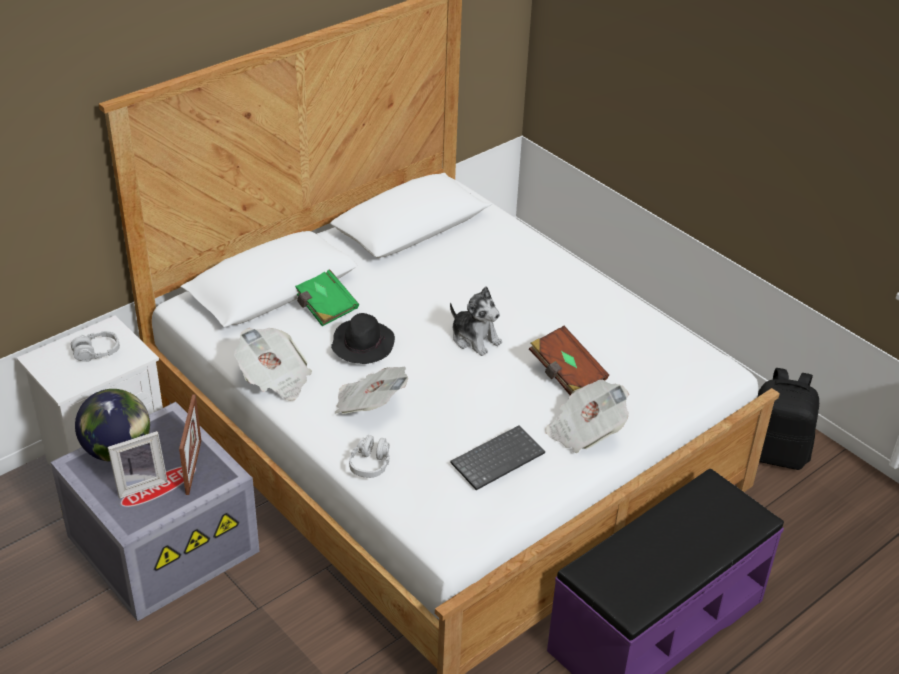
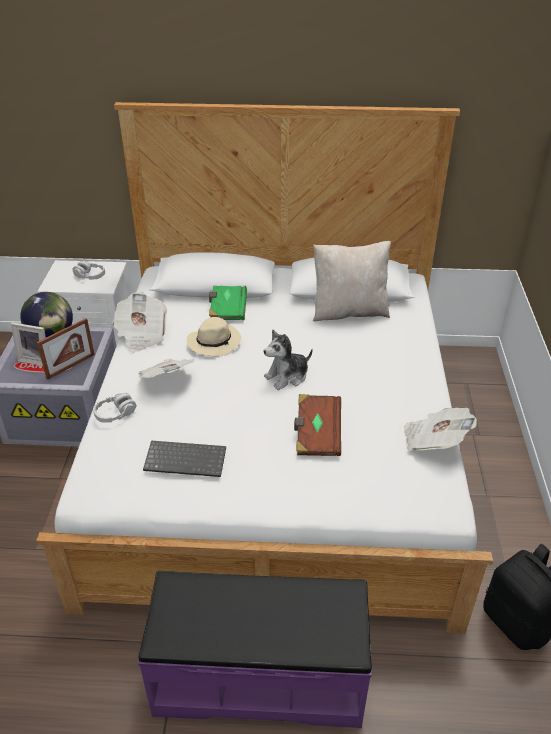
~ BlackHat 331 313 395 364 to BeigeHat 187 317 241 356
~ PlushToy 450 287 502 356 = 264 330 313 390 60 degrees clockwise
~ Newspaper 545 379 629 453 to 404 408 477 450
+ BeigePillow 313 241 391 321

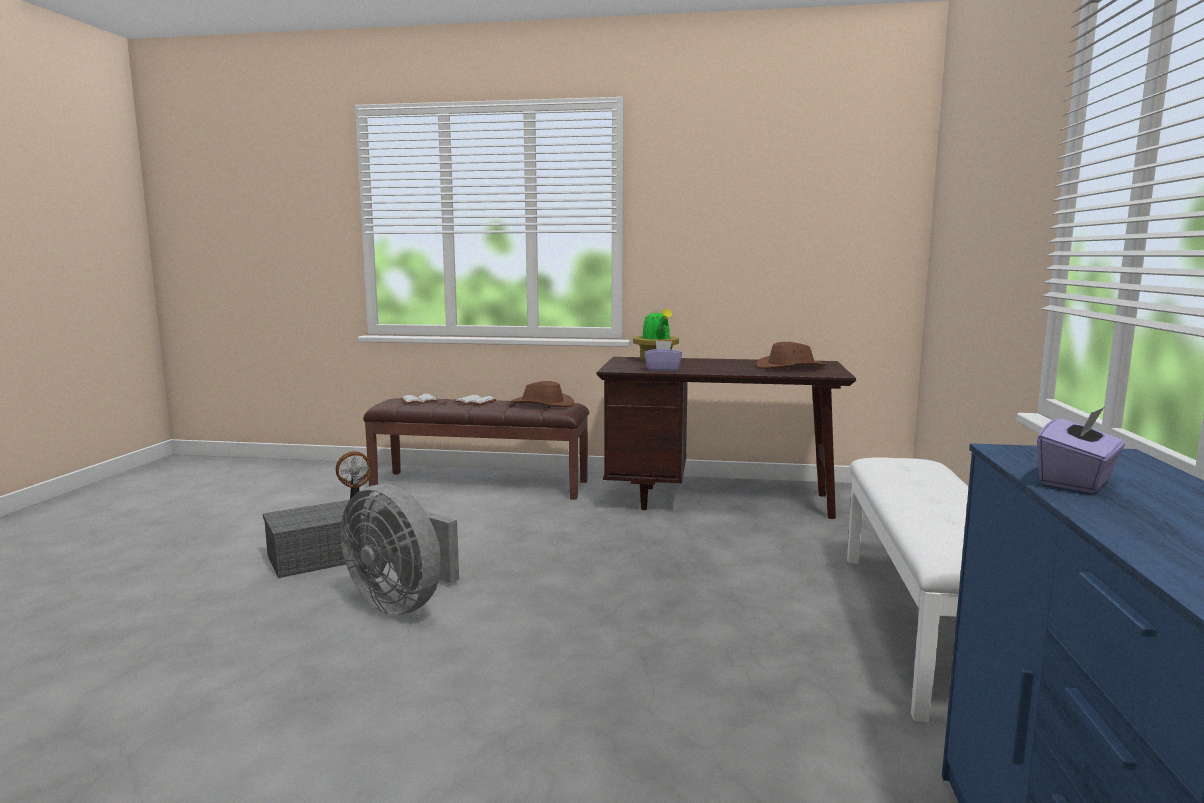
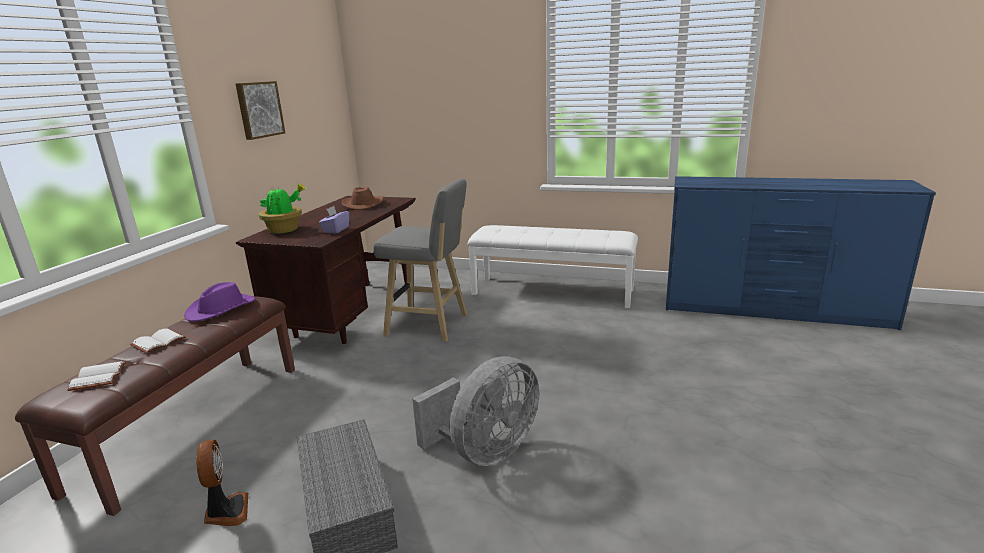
~ BrownHat 510 381 574 407 to PurpleHat 184 282 255 322
- PurpleTissueBox 1037 407 1125 493
+ Picture 236 81 285 140
+ GreyStool 373 179 467 342

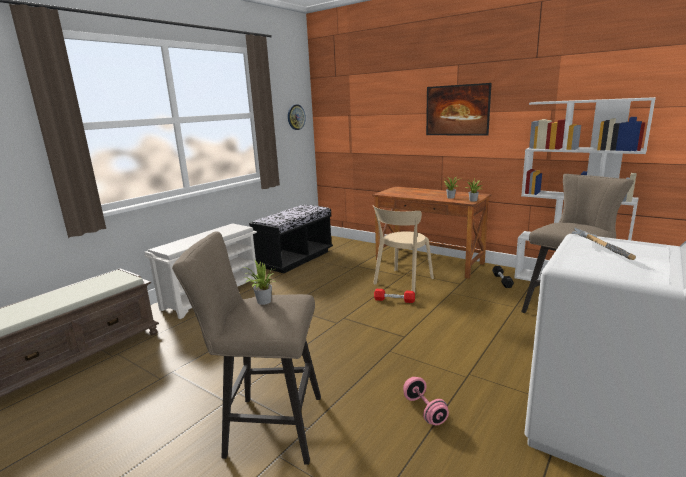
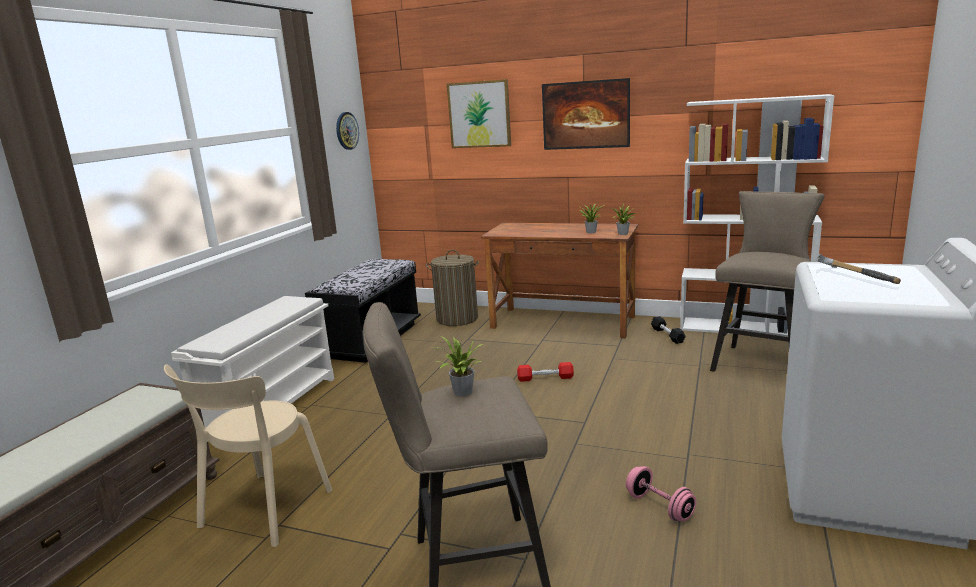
~ BeigeChair 373 206 434 293 to 164 365 332 547
+ LaundryBasket 426 250 479 326
+ Picture 447 79 511 148

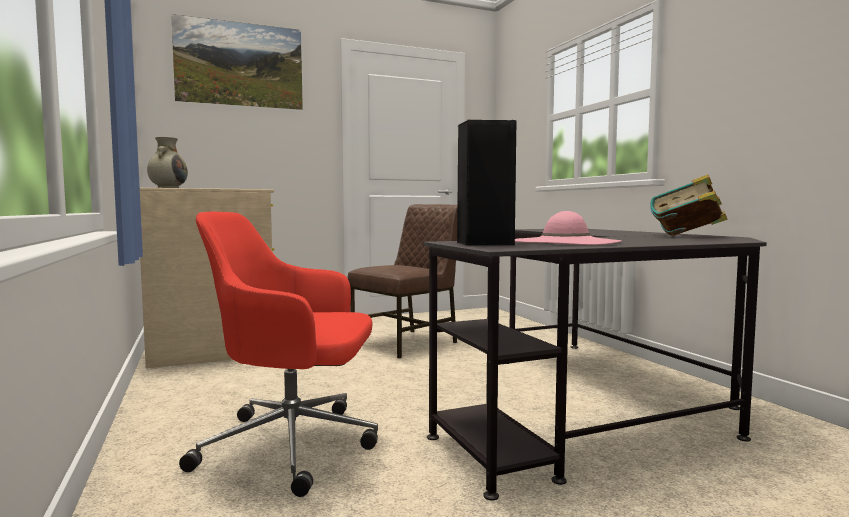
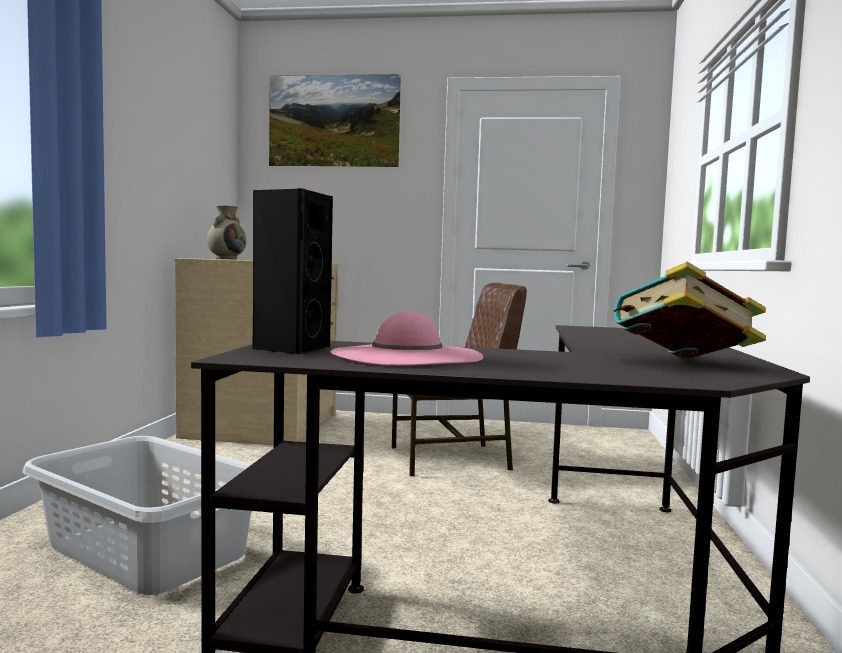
~ RedOfficeChair 179 212 378 497 to GreyLaundryBasket 22 436 251 595

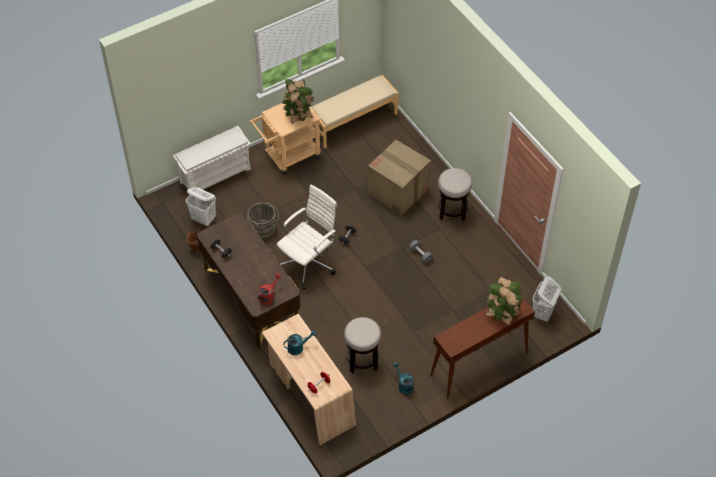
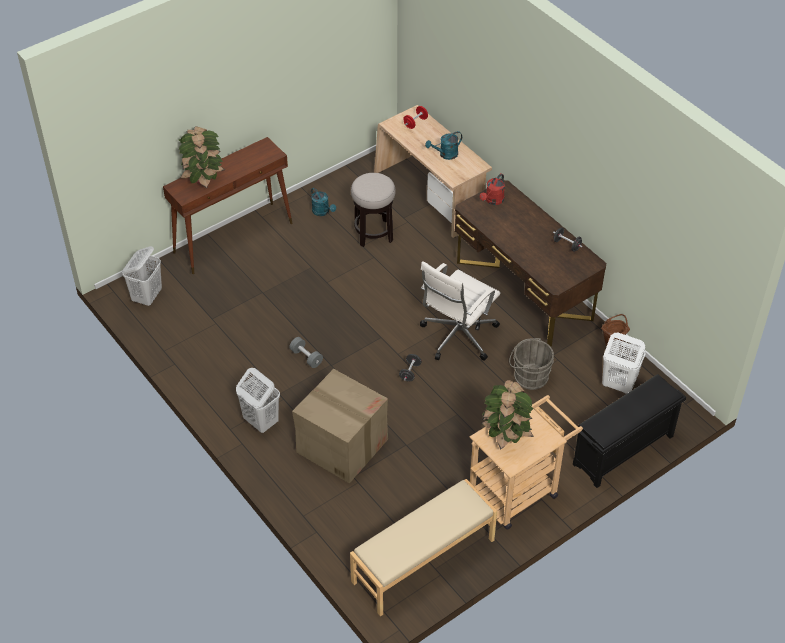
~ WhiteShoeRack 173 126 251 195 to BlackShoeRack 573 374 686 488
~ Stool 438 168 472 222 to WhiteLaundryBasket 236 368 280 433

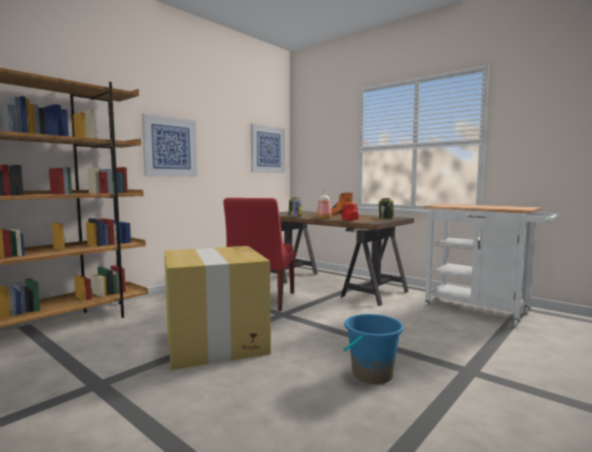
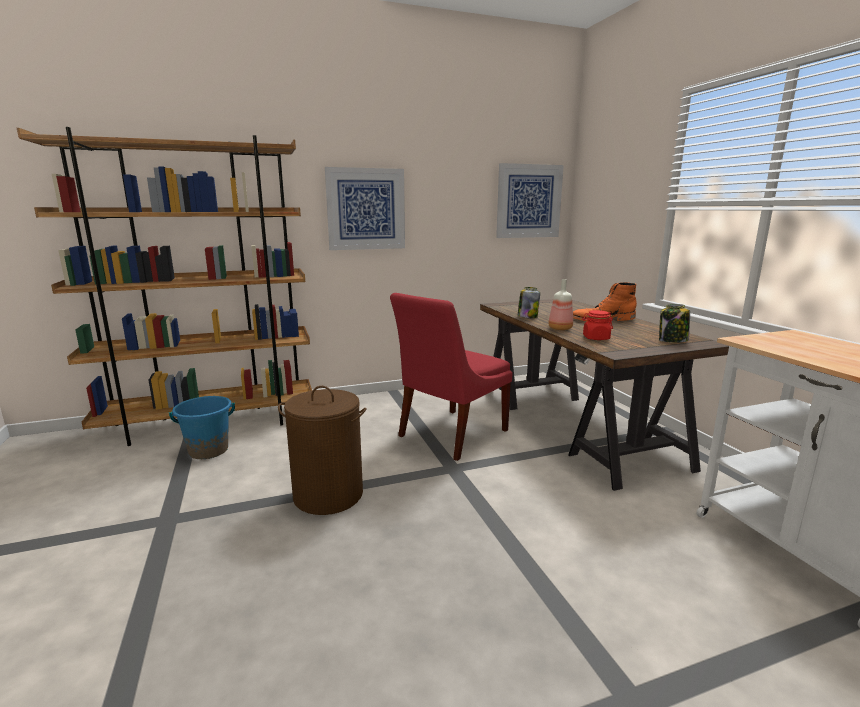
~ CardboardBox 164 246 271 370 to BrownLaundryBasket 278 386 367 515
~ BlueBucket 343 314 404 384 to 169 396 235 459

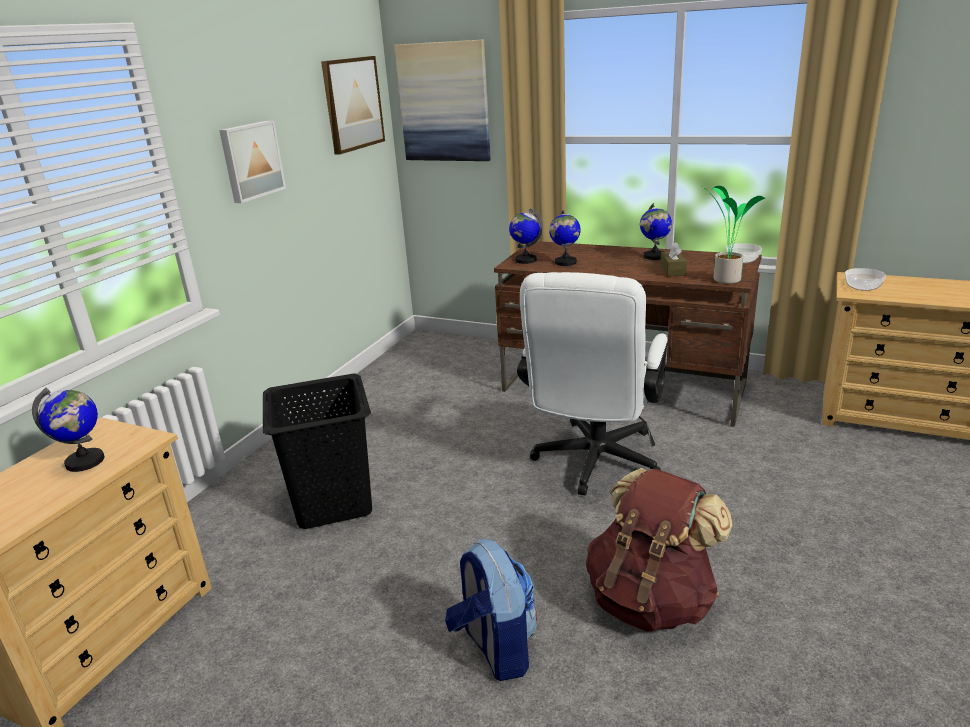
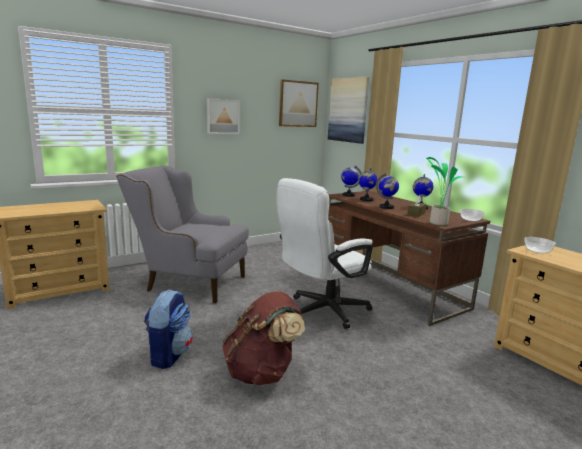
~ Globe 32 388 104 472 to 376 173 399 209
~ BlackLaundryBasket 263 373 372 529 to GreyArmchair 116 165 249 303

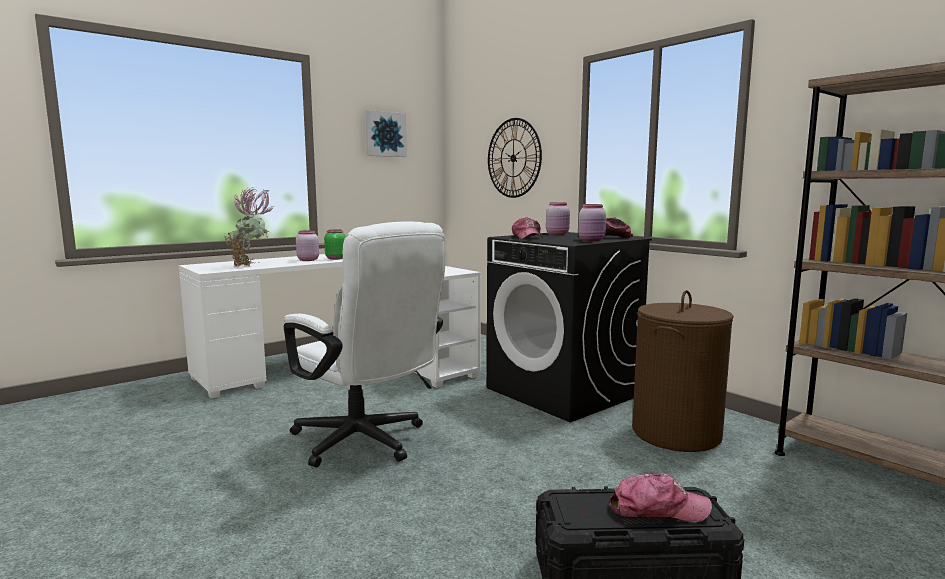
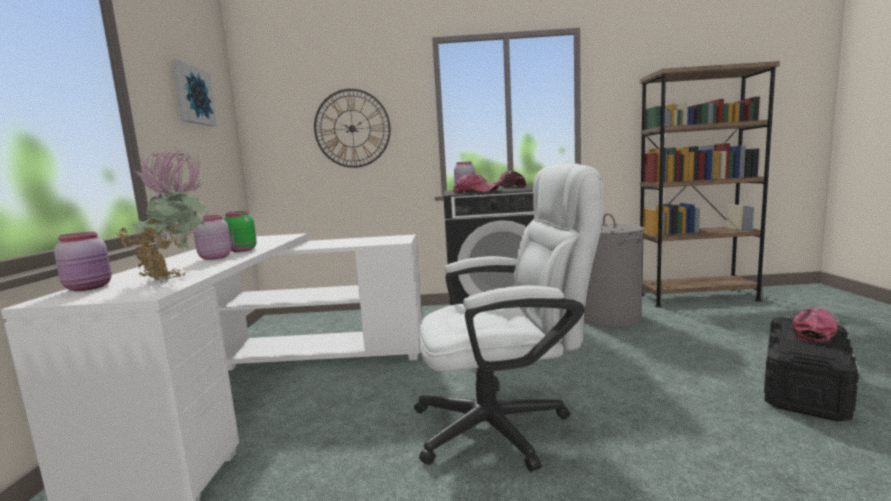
~ PinkJar 578 204 606 241 to 54 232 112 291
~ BrownLaundryBasket 632 290 734 452 to GreyLaundryBasket 584 213 644 327

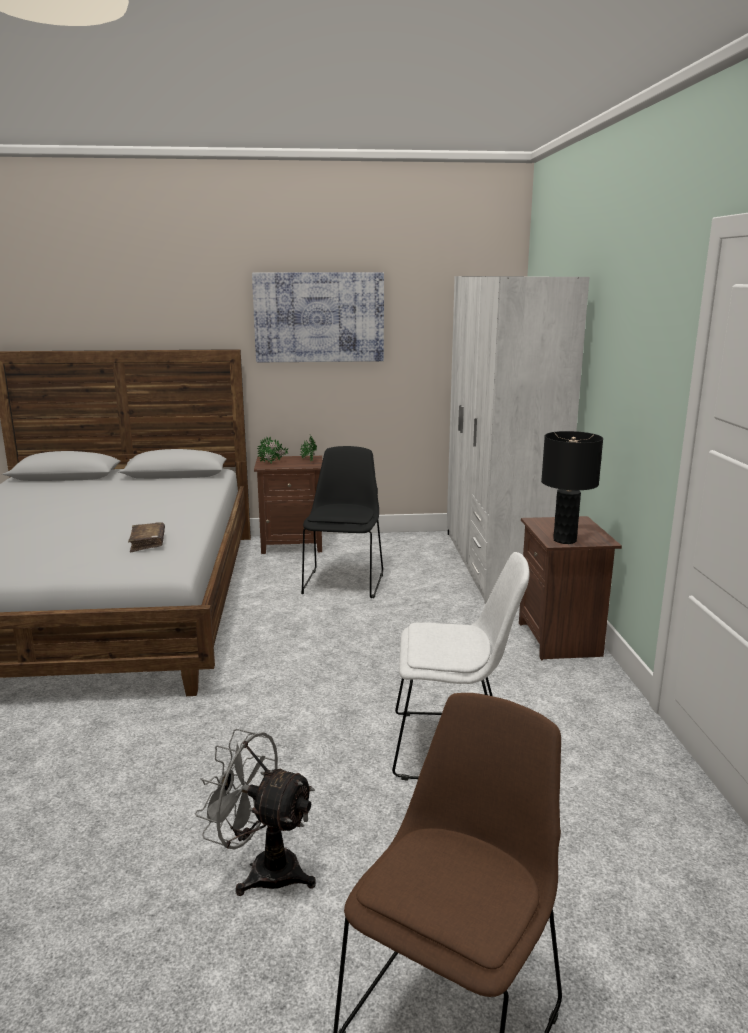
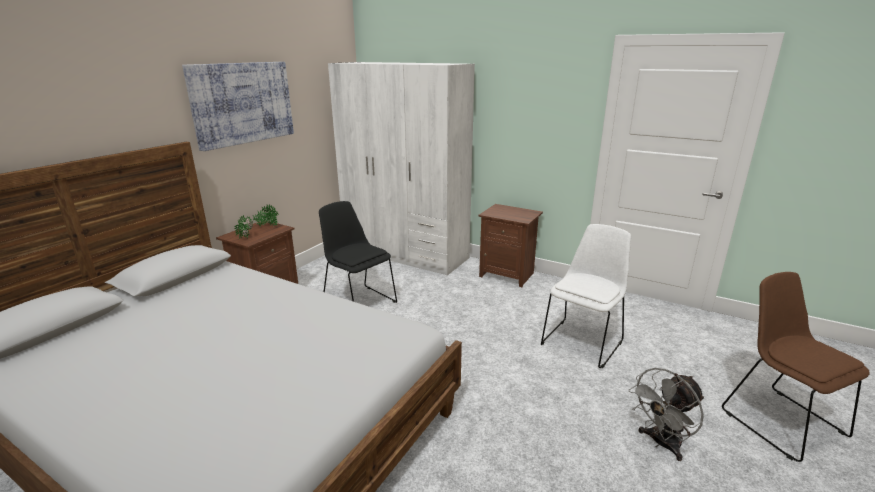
- BrownBook 128 522 165 552
- BlackTableLamp 541 431 603 544

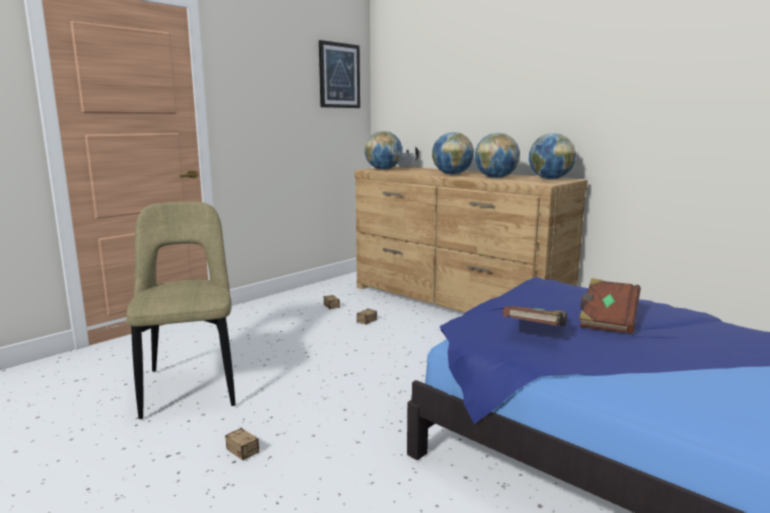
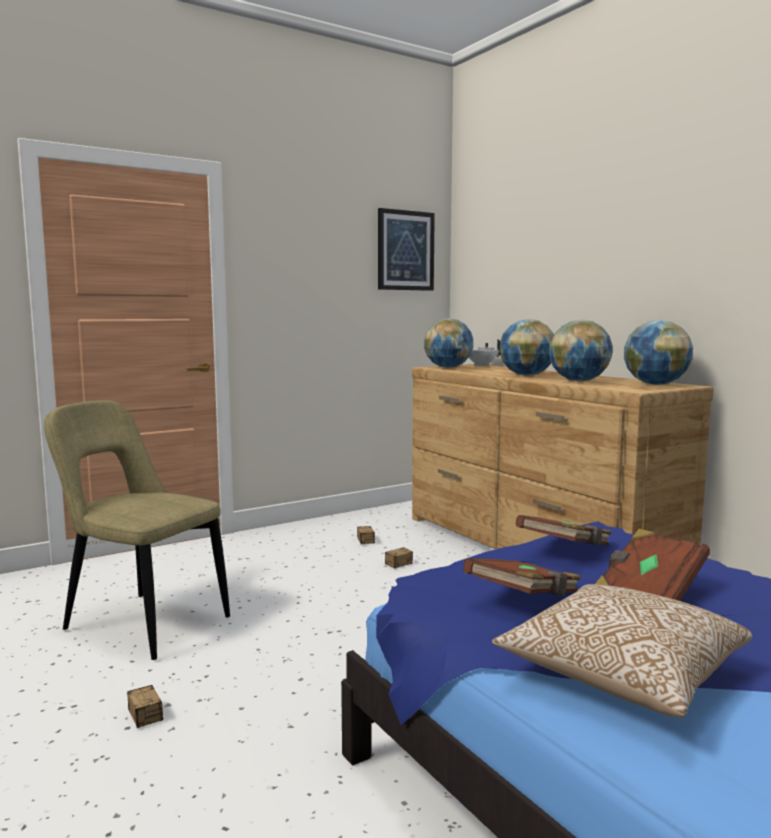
~ BeigeChair 126 202 236 419 = 44 400 230 660 60 degrees counterclockwise
+ Pillow 492 584 753 718
+ BrownBook 516 515 612 546

